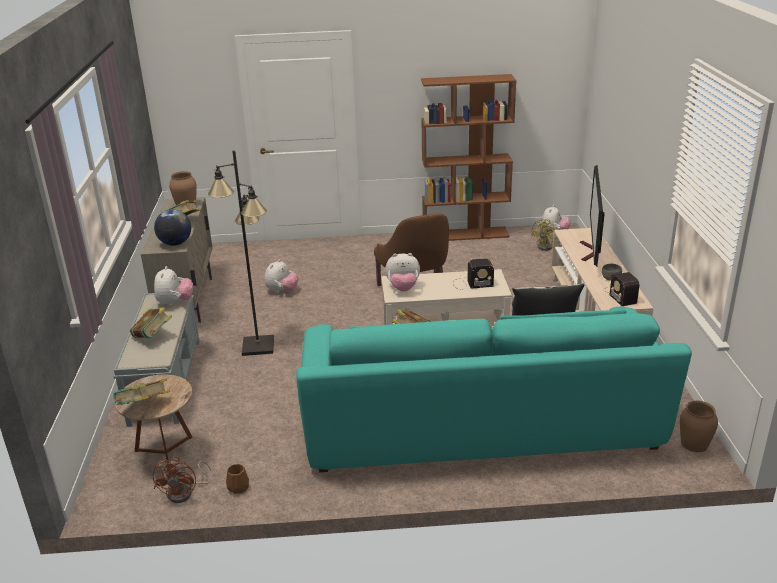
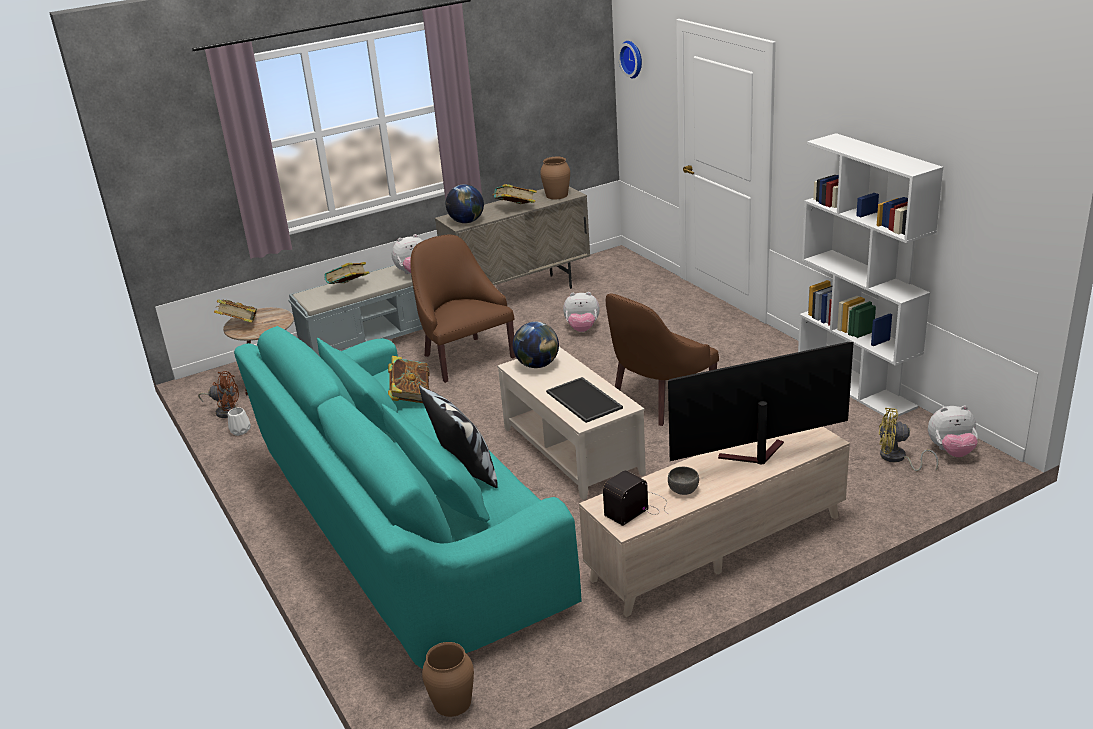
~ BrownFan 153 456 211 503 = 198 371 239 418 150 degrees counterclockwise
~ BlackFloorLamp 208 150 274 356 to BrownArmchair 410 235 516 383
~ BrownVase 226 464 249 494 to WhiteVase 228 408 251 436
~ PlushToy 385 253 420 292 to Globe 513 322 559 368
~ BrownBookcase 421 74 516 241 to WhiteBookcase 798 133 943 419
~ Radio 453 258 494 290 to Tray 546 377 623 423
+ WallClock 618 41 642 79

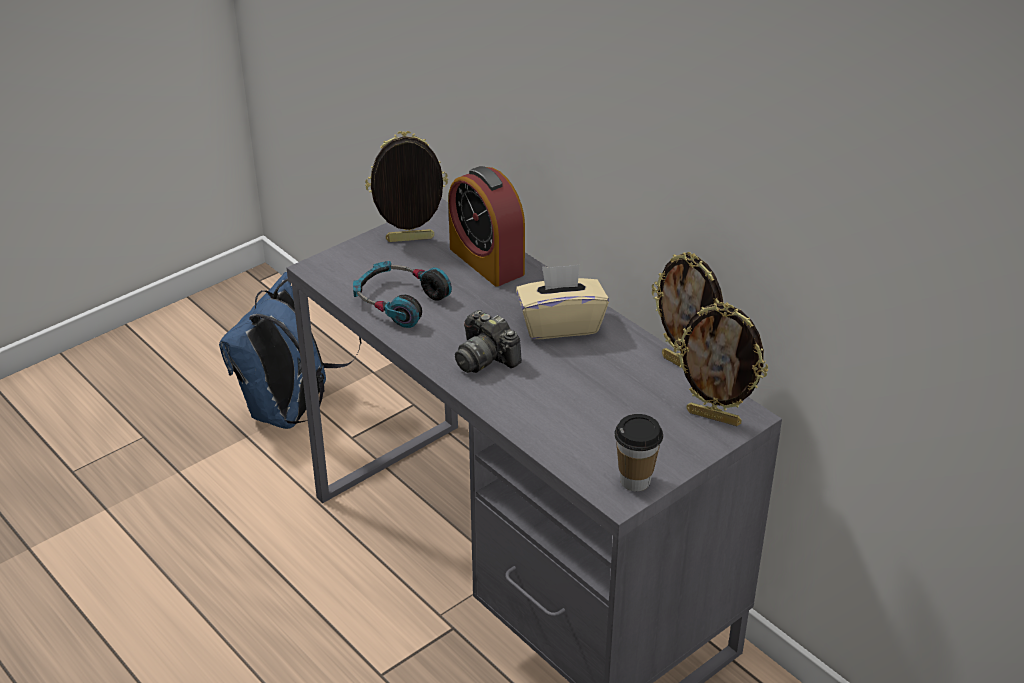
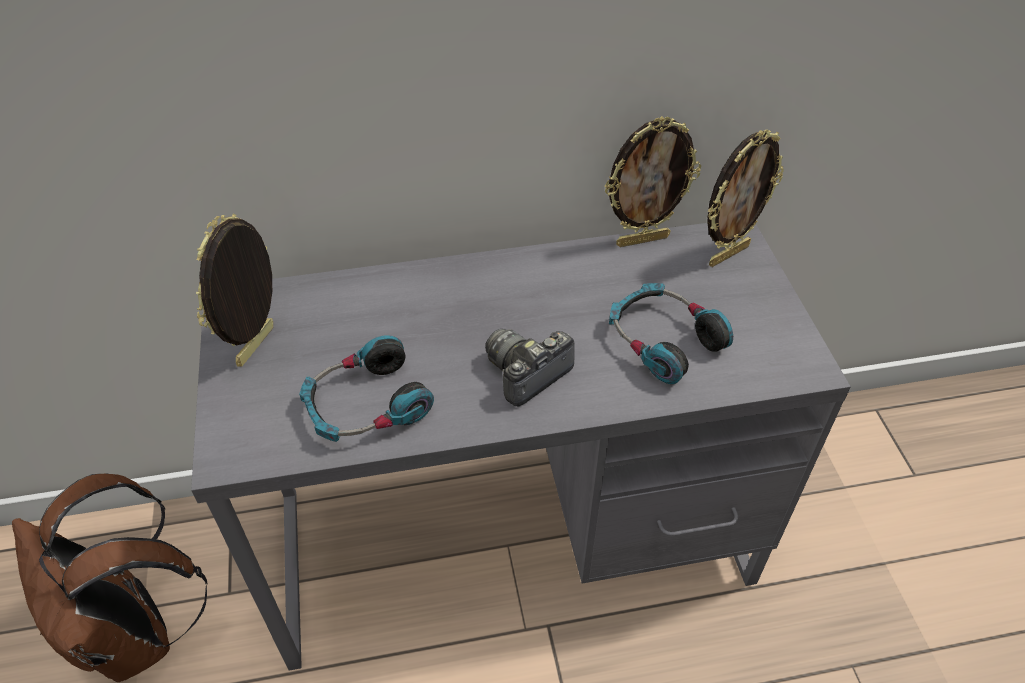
~ BlueBackpack 219 272 362 429 to BrownBackpack 12 474 208 682
- AlarmClock 448 166 525 286
~ PhotoCamera 455 310 522 373 = 485 329 574 407 150 degrees clockwise
- BeigeTissueBox 516 265 609 339
- Cup 614 414 663 491
+ Headphones 609 283 733 384

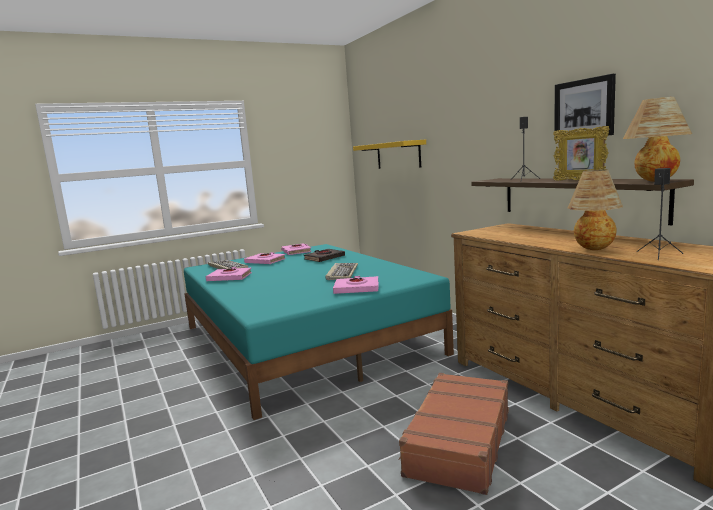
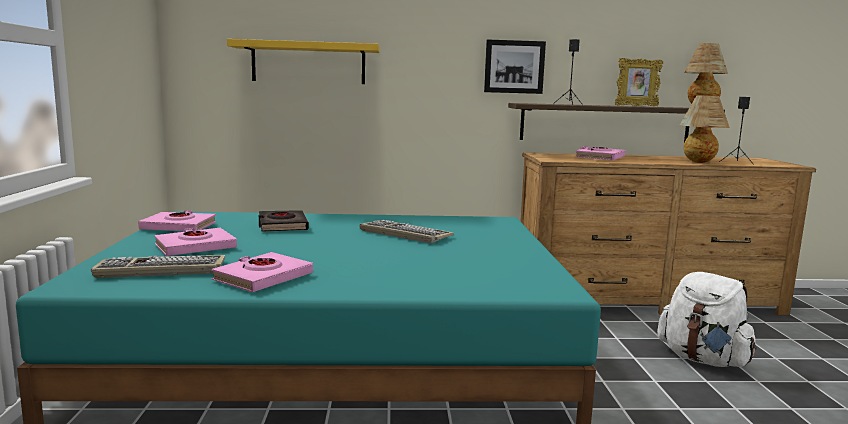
~ PinkBook 333 276 379 294 to 575 146 625 161
~ BrownSuitcase 399 373 509 495 to WhiteBackpack 657 272 757 367
~ Picture 554 74 616 137 to 484 39 546 94

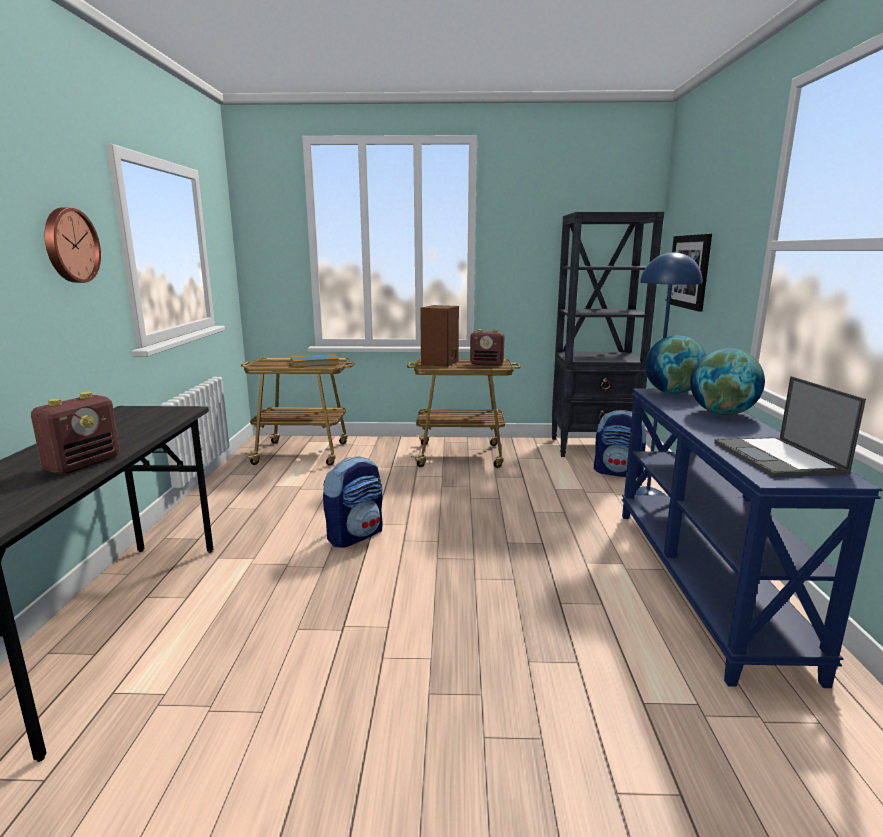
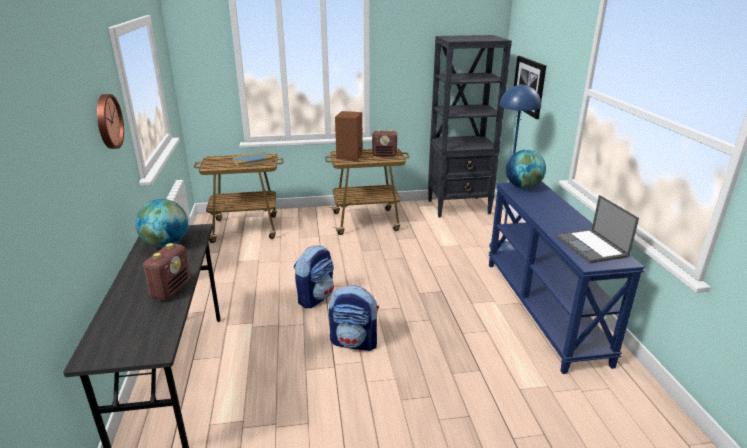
~ Backpack 594 410 649 478 to 329 285 379 351
~ Globe 690 348 765 415 to 135 199 188 248

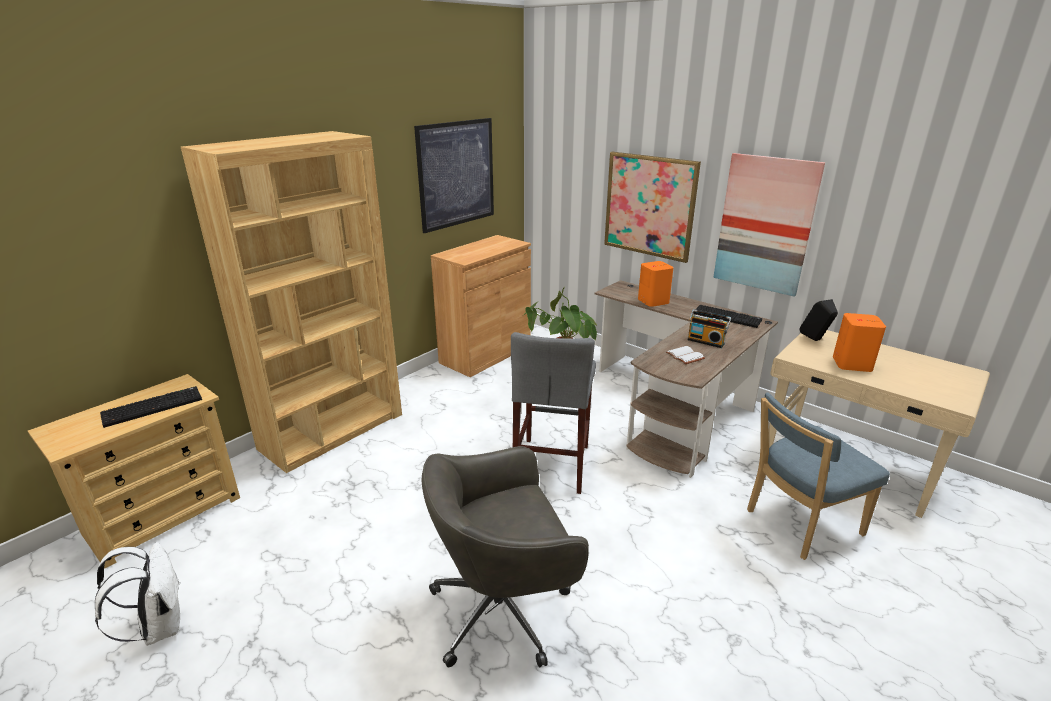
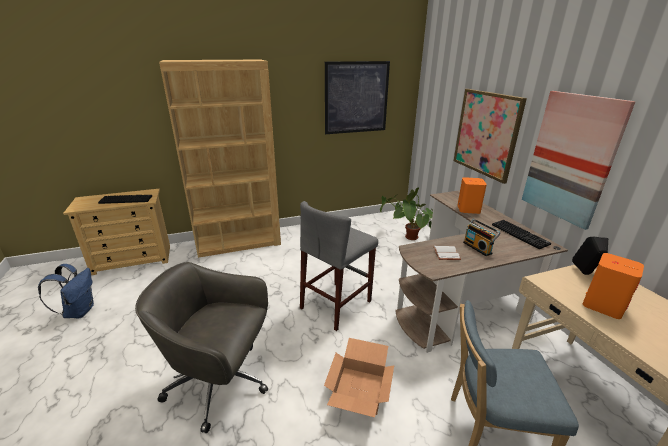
~ WhiteBackpack 95 542 181 646 to BlueBackpack 38 264 94 319
- BrownCabinet 431 235 531 377
+ CardboardBox 324 338 394 418

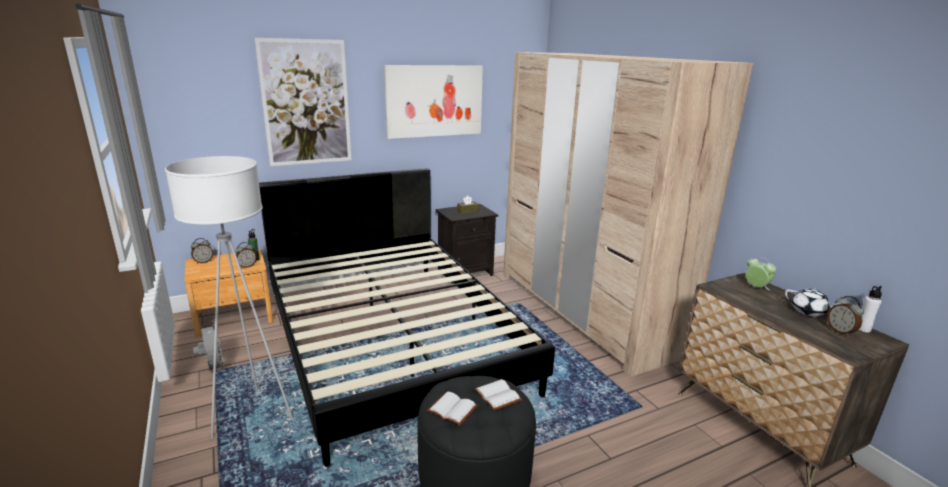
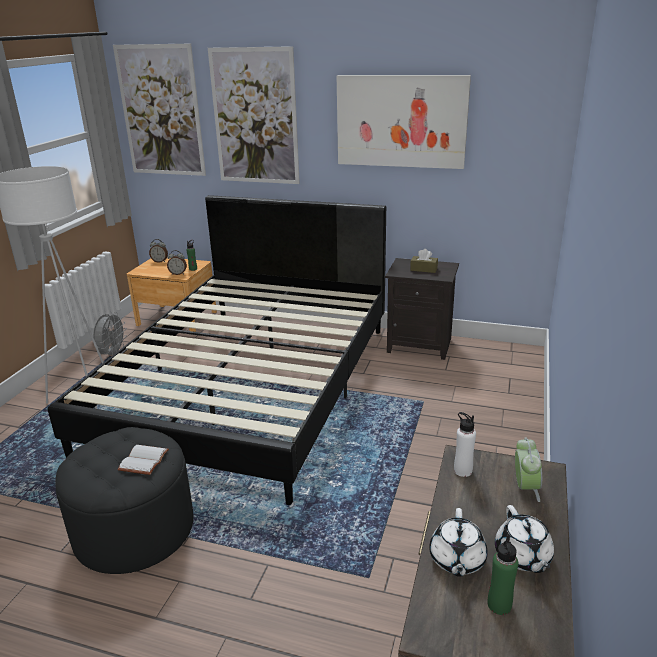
- WhiteBook 427 392 478 425
- BeigeWardrobe 503 52 753 377
~ AlarmClock 827 296 864 337 to GreenBottle 488 534 518 615
~ WhiteBottle 859 286 882 332 to 454 412 476 477
+ Picture 113 44 206 176
+ WhiteTeapot 429 508 488 577

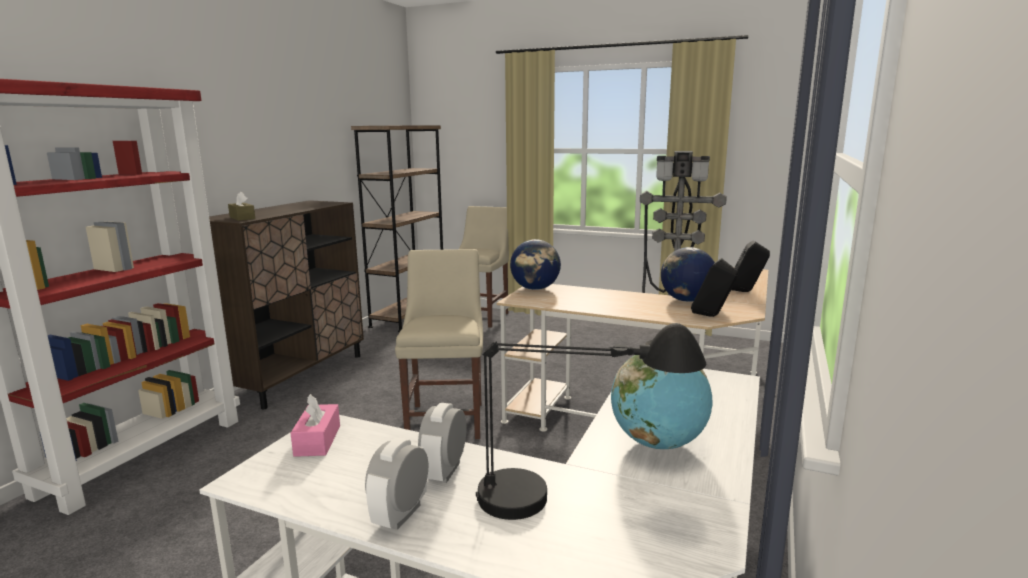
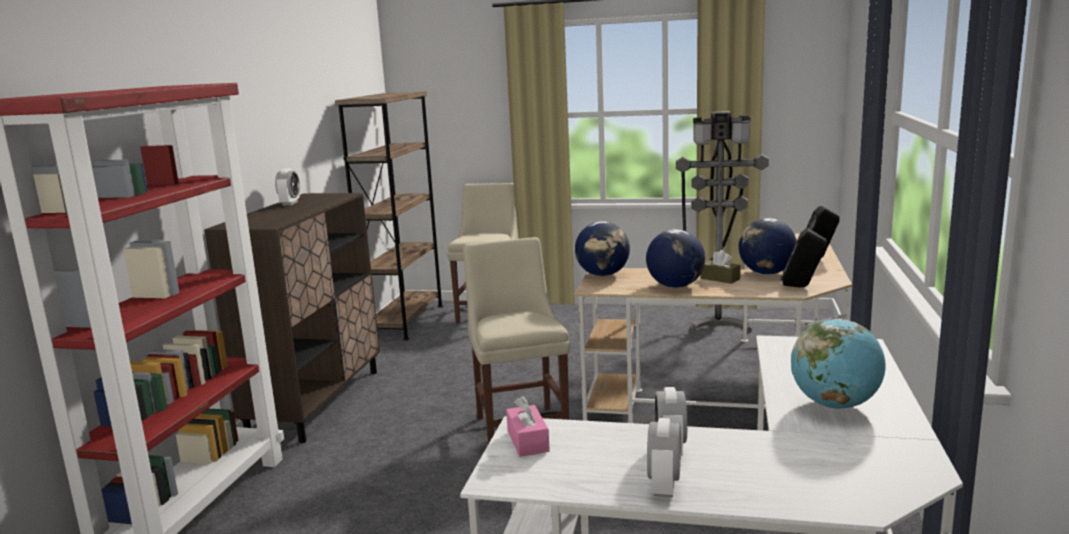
~ BrownTissueBox 228 191 255 221 to 700 250 741 284
- BlackTableLamp 476 323 706 520
+ AlarmClock 275 168 300 206
+ Globe 646 229 705 288

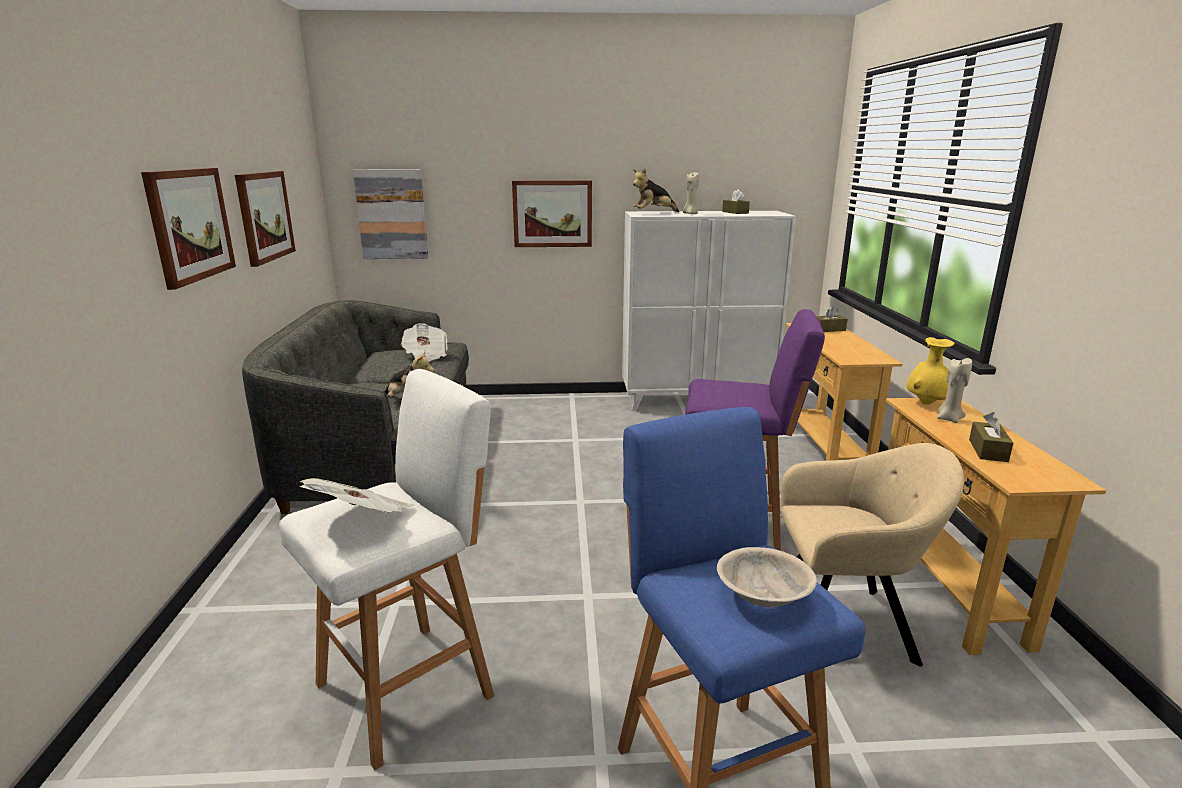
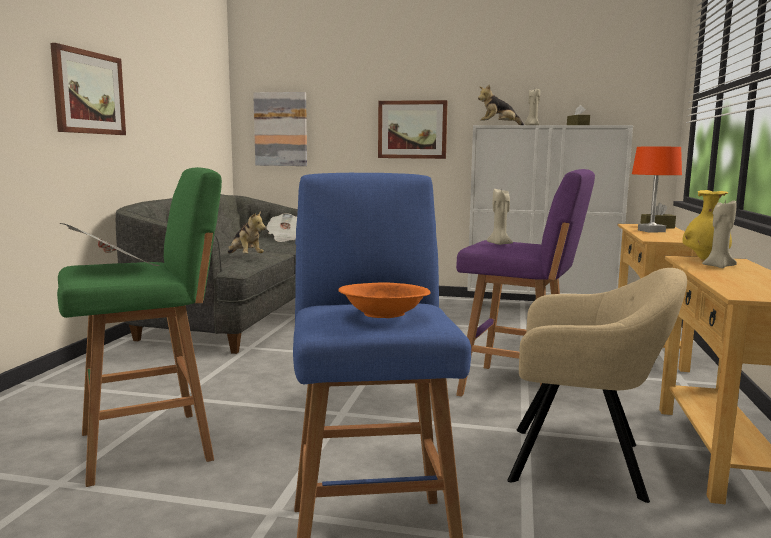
- Picture 235 171 296 267
~ WhiteStool 279 369 494 770 to GreenStool 57 167 222 487
~ BeigeBowl 717 547 817 607 to OrangeBowl 338 282 431 318
- BrownTissueBox 969 412 1013 462
+ BeigeCandle 487 189 513 245
+ OrangeTableLamp 632 147 682 233

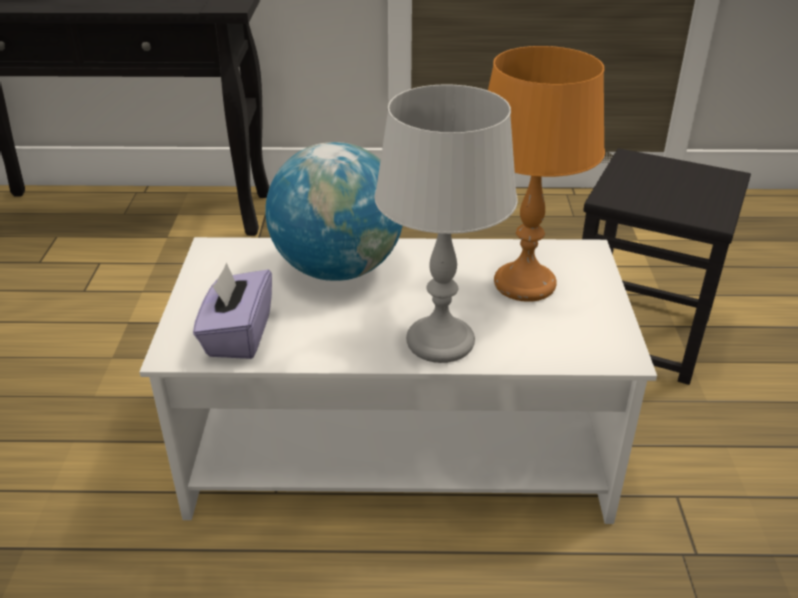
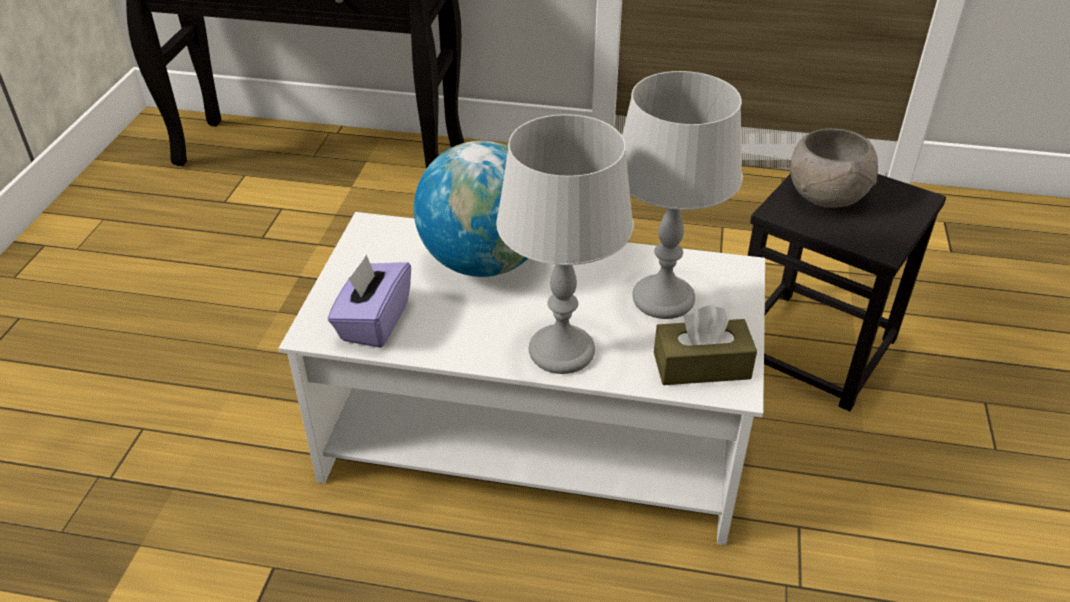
~ OrangeTableLamp 488 46 605 302 to GreyTableLamp 622 71 743 319
+ BrownTissueBox 654 305 757 385
+ GreyBowl 790 128 878 208

